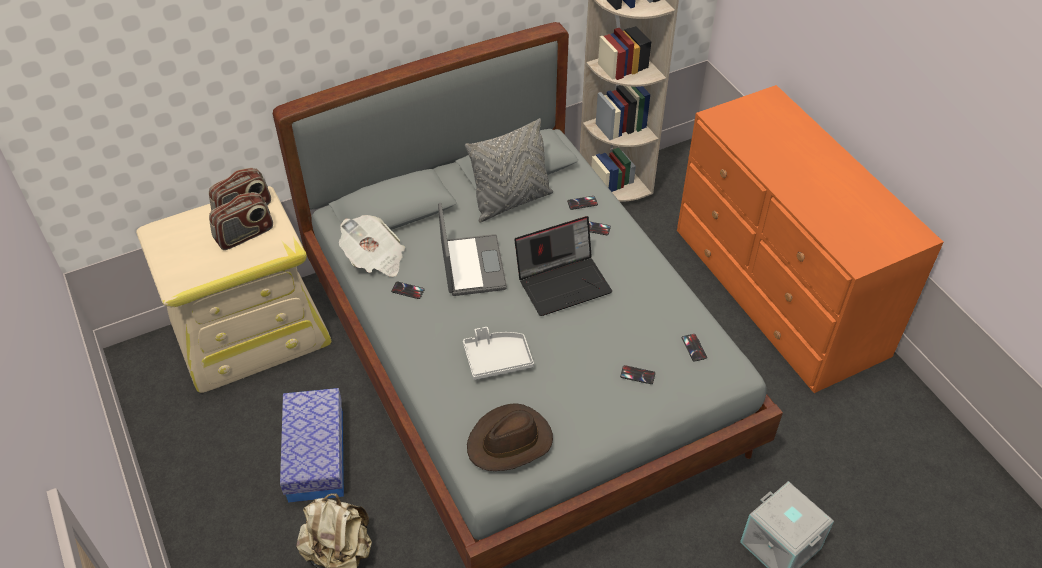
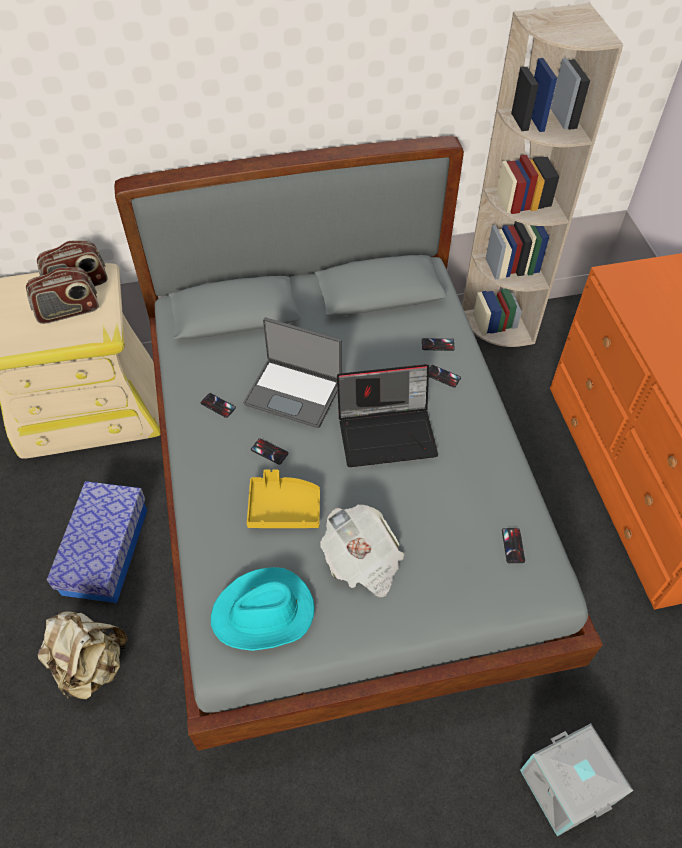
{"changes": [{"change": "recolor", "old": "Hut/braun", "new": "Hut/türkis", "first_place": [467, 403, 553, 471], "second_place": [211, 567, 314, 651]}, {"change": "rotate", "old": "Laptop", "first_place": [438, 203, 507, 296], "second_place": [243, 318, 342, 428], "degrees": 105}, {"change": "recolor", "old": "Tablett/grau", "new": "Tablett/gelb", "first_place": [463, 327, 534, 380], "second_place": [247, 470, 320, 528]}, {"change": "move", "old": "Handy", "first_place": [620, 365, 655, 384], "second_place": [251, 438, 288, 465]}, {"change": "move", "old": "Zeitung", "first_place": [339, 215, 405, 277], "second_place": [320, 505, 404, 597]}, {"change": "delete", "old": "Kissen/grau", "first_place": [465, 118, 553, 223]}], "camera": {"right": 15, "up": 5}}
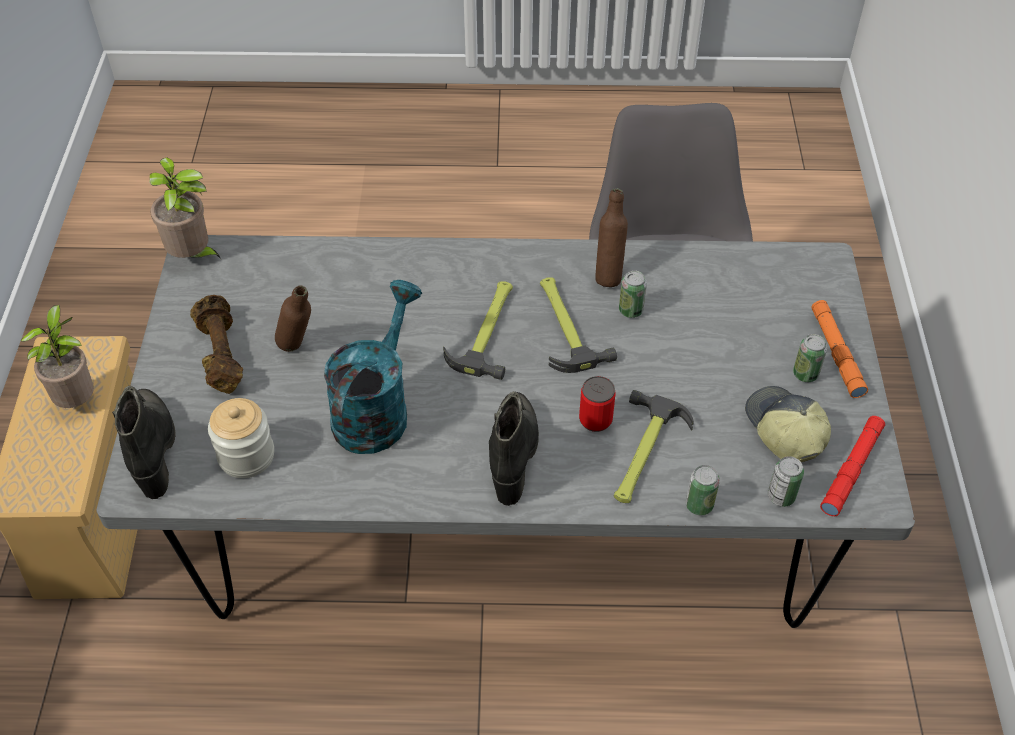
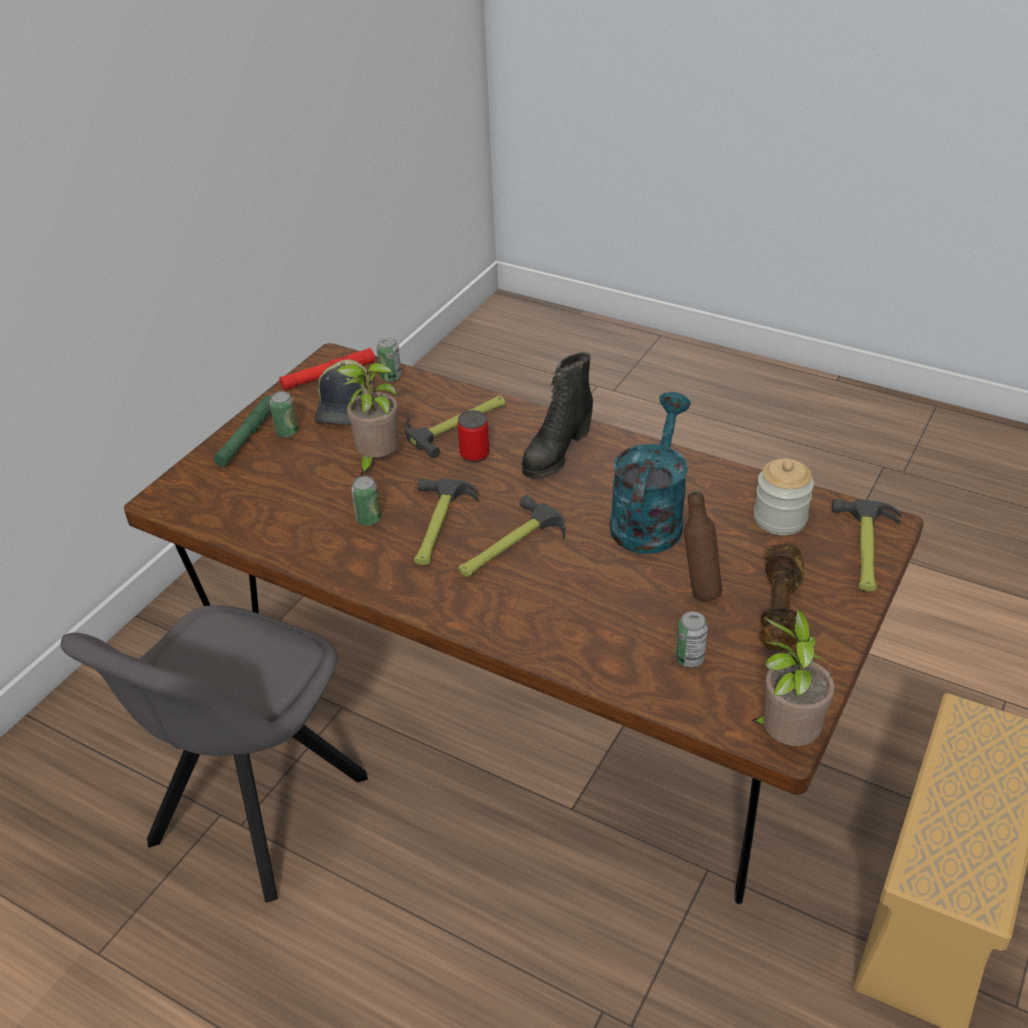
{"changes": [{"change": "recolor", "old": "Esstisch/grau", "new": "Esstisch/braun", "first_place": [97, 235, 915, 628], "second_place": [124, 343, 924, 904]}, {"change": "recolor", "old": "Taschenlampe/orange", "new": "Taschenlampe/grün", "first_place": [811, 300, 868, 398], "second_place": [213, 396, 271, 467]}, {"change": "move", "old": "Topfpflanze", "first_place": [20, 305, 94, 408], "second_place": [336, 363, 399, 477]}, {"change": "rotate", "old": "Gießkanne/türkis", "first_place": [324, 280, 422, 454], "second_place": [610, 392, 691, 554], "degrees": 150}, {"change": "move", "old": "Dose", "first_place": [686, 465, 720, 515], "second_place": [675, 612, 708, 667]}, {"change": "replace", "old": "Stiefel/schwarz", "new": "Hammer", "first_place": [112, 386, 175, 499], "second_place": [832, 499, 902, 592]}, {"change": "delete", "old": "Flasche/braun", "first_place": [595, 188, 628, 287]}], "camera": {"right": -150, "up": -10}}
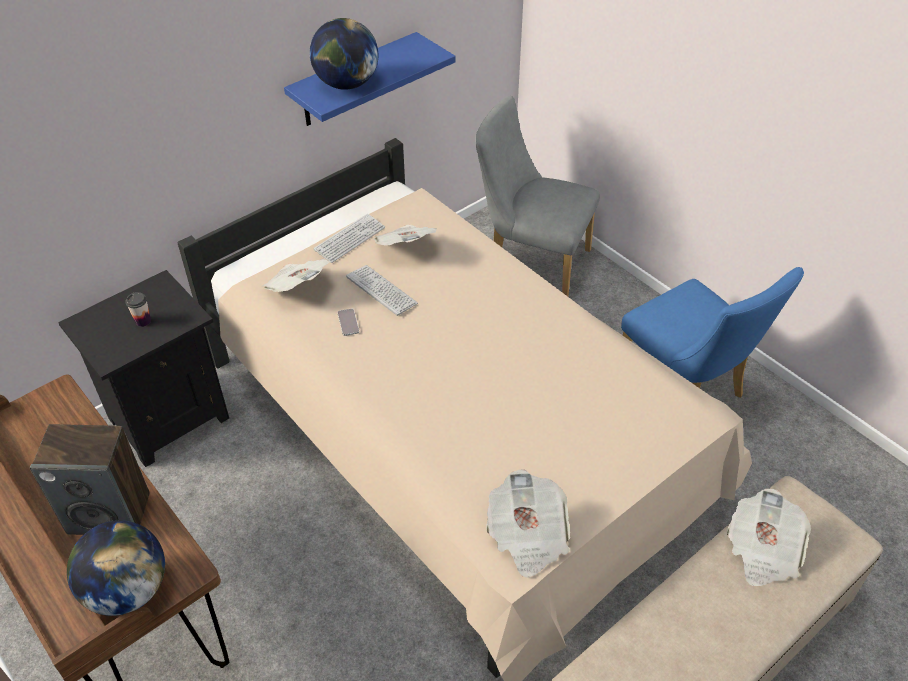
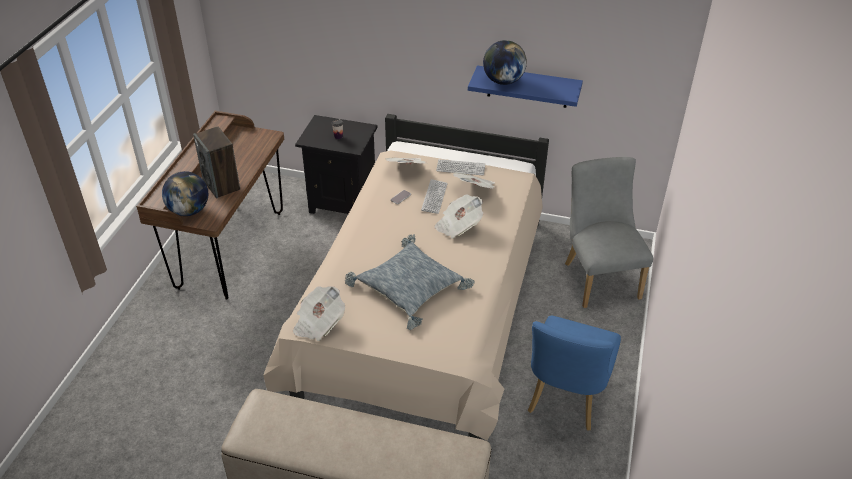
{"changes": [{"change": "insert", "new": "Kissen", "second_place": [345, 234, 475, 330]}, {"change": "move", "old": "Zeitung", "first_place": [727, 489, 811, 586], "second_place": [434, 194, 483, 239]}], "camera": {"right": 55, "up": -5}}
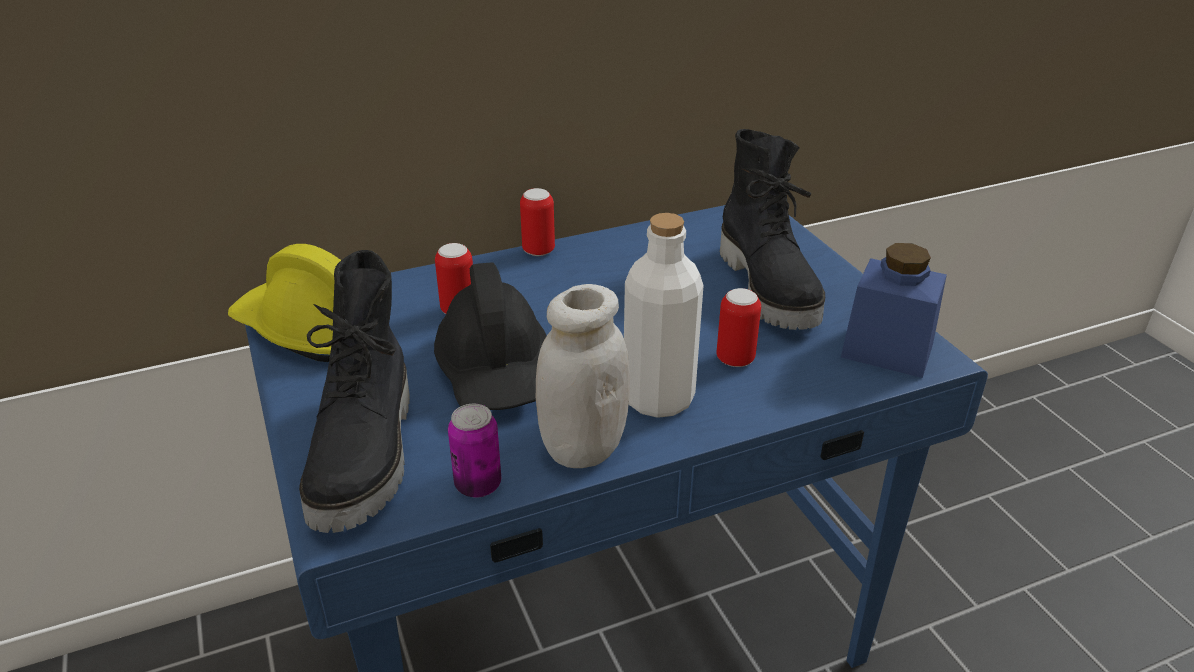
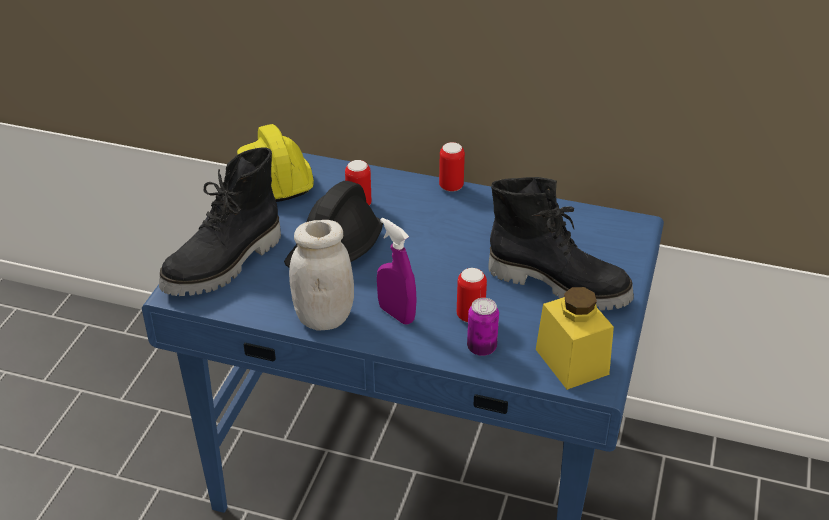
{"changes": [{"change": "replace", "old": "Flasche/weiß", "new": "Sprühflasche/lila", "first_place": [624, 213, 704, 418], "second_place": [377, 218, 417, 325]}, {"change": "move", "old": "Dose", "first_place": [448, 404, 501, 498], "second_place": [467, 298, 499, 356]}, {"change": "rotate", "old": "Stiefel/schwarz", "first_place": [720, 129, 825, 330], "second_place": [488, 177, 634, 311], "degrees": -90}, {"change": "recolor", "old": "Vorratsglas/blau", "new": "Vorratsglas/gelb", "first_place": [841, 243, 947, 378], "second_place": [536, 287, 614, 390]}], "camera": {"right": 40, "up": 5}}
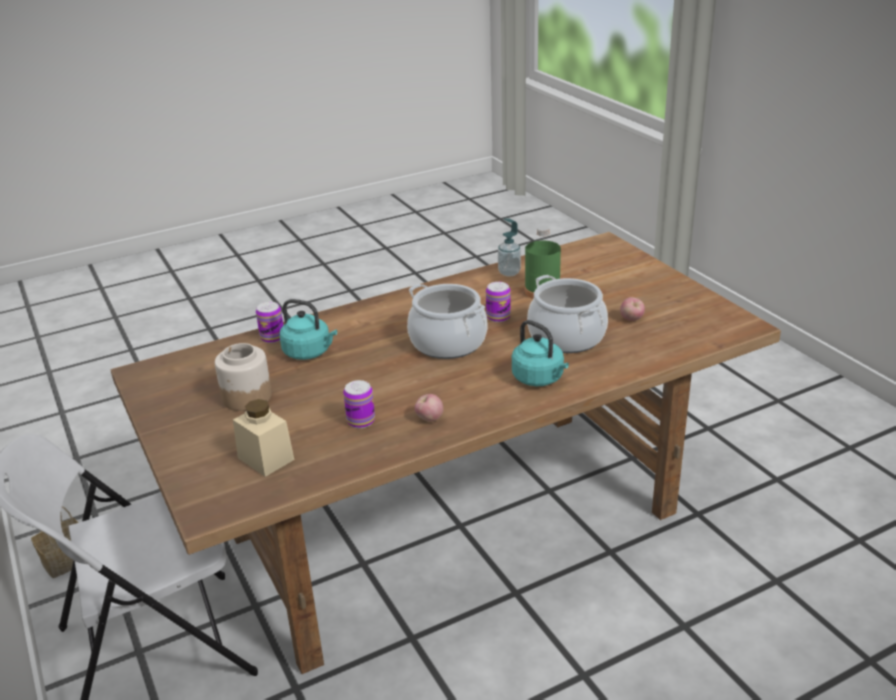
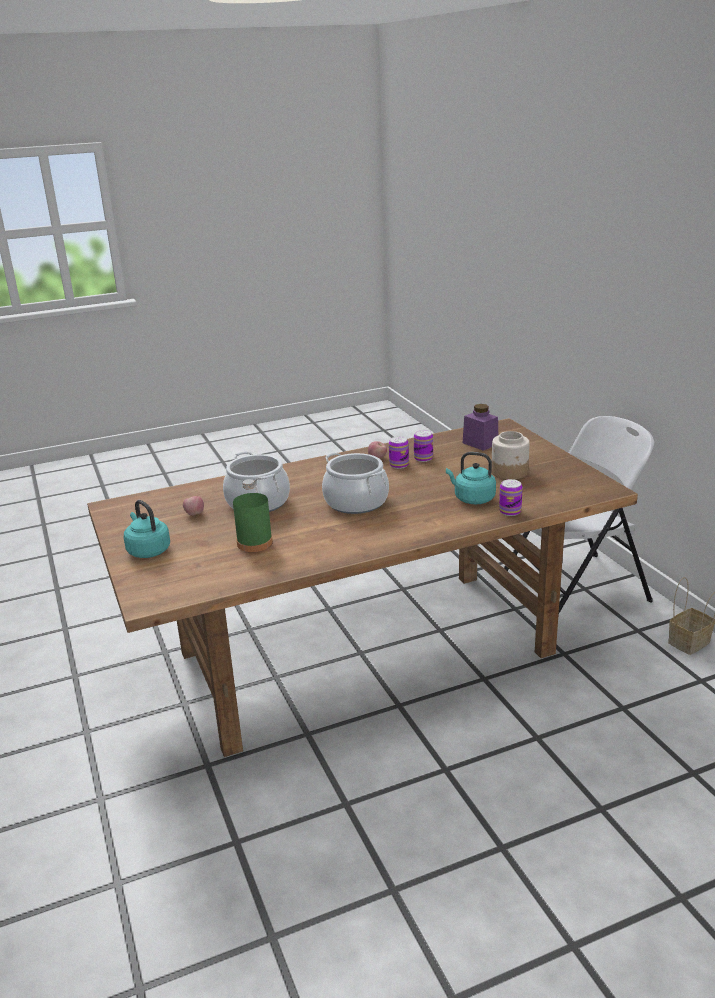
{"changes": [{"change": "move", "old": "Wasserkessel/türkis", "first_place": [512, 320, 569, 386], "second_place": [124, 500, 170, 558]}, {"change": "move", "old": "Dose", "first_place": [486, 282, 511, 322], "second_place": [389, 436, 409, 469]}, {"change": "recolor", "old": "Vorratsglas/beige", "new": "Vorratsglas/lila", "first_place": [233, 399, 295, 477], "second_place": [463, 404, 498, 451]}, {"change": "delete", "old": "Seifenspender", "first_place": [498, 218, 521, 276]}], "camera": {"right": -175, "up": -5}}
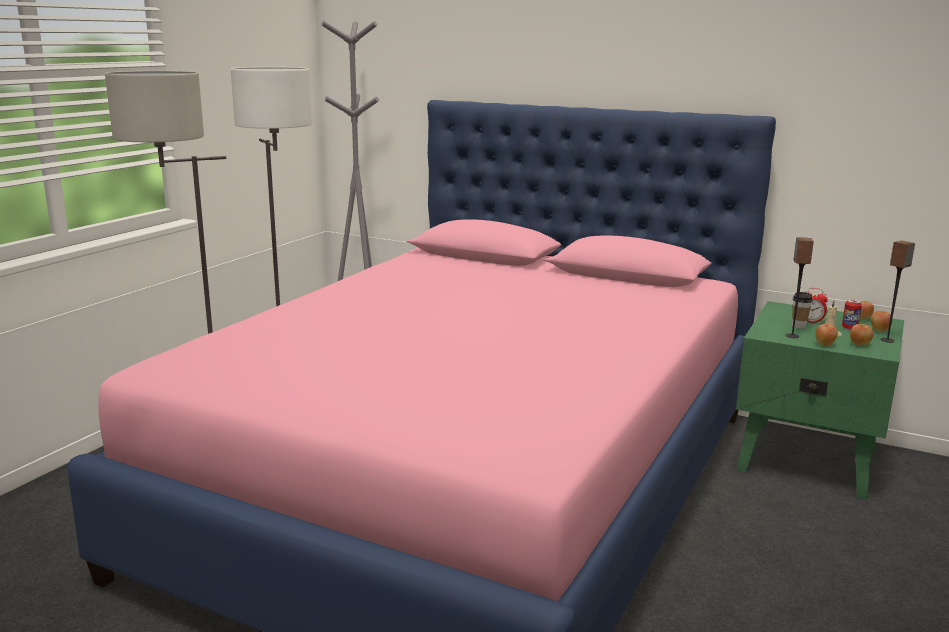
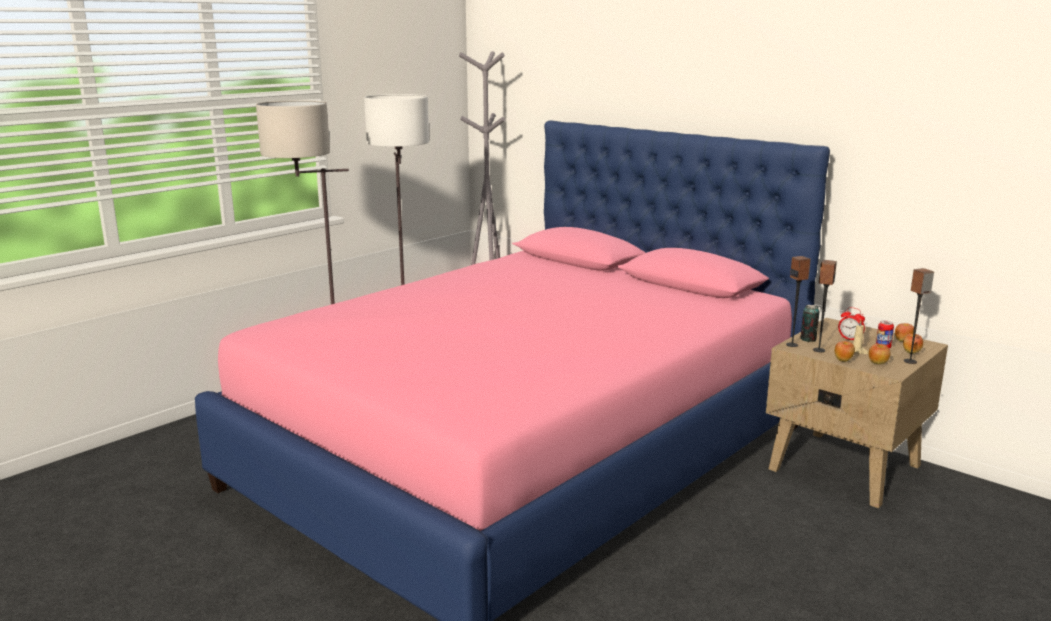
{"changes": [{"change": "recolor", "old": "Nachttisch/grün", "new": "Nachttisch/beige", "first_place": [736, 301, 904, 499], "second_place": [766, 318, 948, 508]}, {"change": "insert", "new": "Lautsprecher", "second_place": [786, 256, 811, 347]}, {"change": "insert", "new": "Dose", "second_place": [800, 305, 820, 342]}, {"change": "delete", "old": "Tasse", "first_place": [792, 292, 813, 329]}], "camera": {"right": 15, "up": 0}}
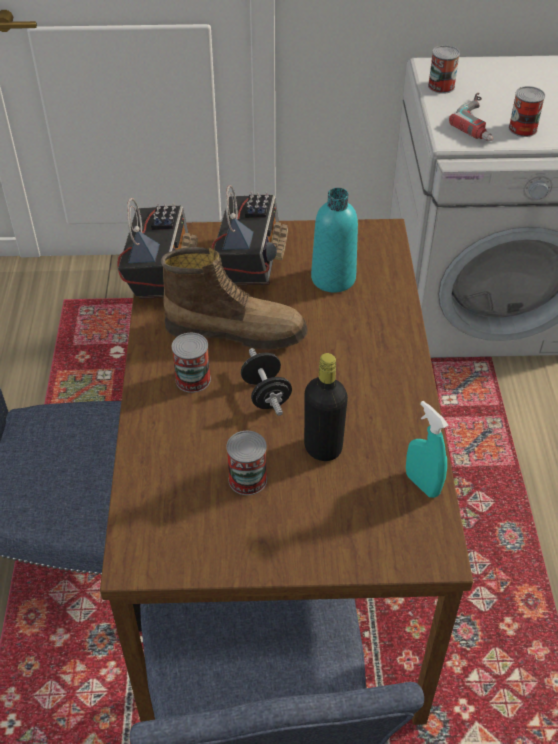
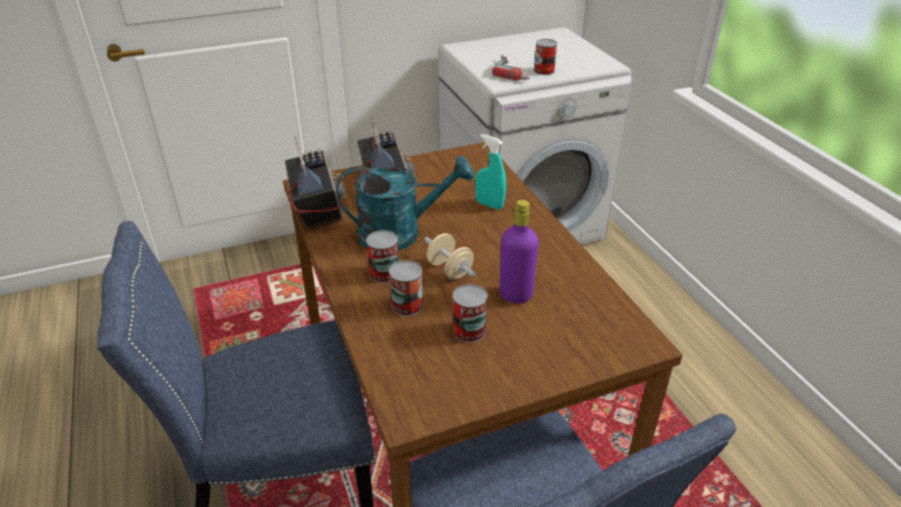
{"changes": [{"change": "replace", "old": "Stiefel", "new": "Gießkanne/türkis", "first_place": [161, 247, 308, 350], "second_place": [337, 156, 474, 251]}, {"change": "move", "old": "Dose", "first_place": [428, 45, 460, 94], "second_place": [389, 260, 424, 316]}, {"change": "recolor", "old": "Hantel/schwarz", "new": "Hantel/beige", "first_place": [241, 348, 292, 416], "second_place": [424, 233, 476, 279]}, {"change": "move", "old": "Sprühflasche/türkis", "first_place": [406, 401, 448, 498], "second_place": [475, 134, 506, 210]}, {"change": "recolor", "old": "Flasche/schwarz", "new": "Flasche/lila", "first_place": [304, 353, 348, 461], "second_place": [500, 200, 539, 304]}, {"change": "delete", "old": "Flasche/türkis", "first_place": [311, 188, 358, 293]}], "camera": {"right": -20, "up": -10}}
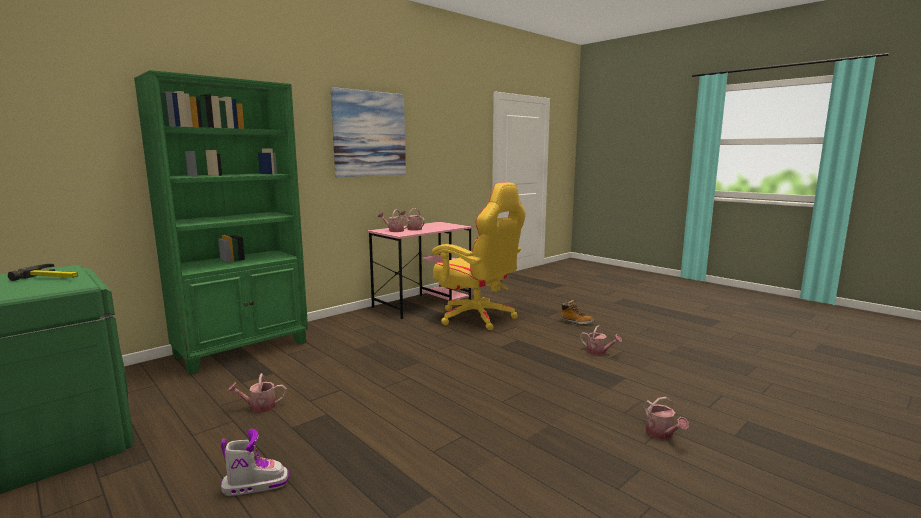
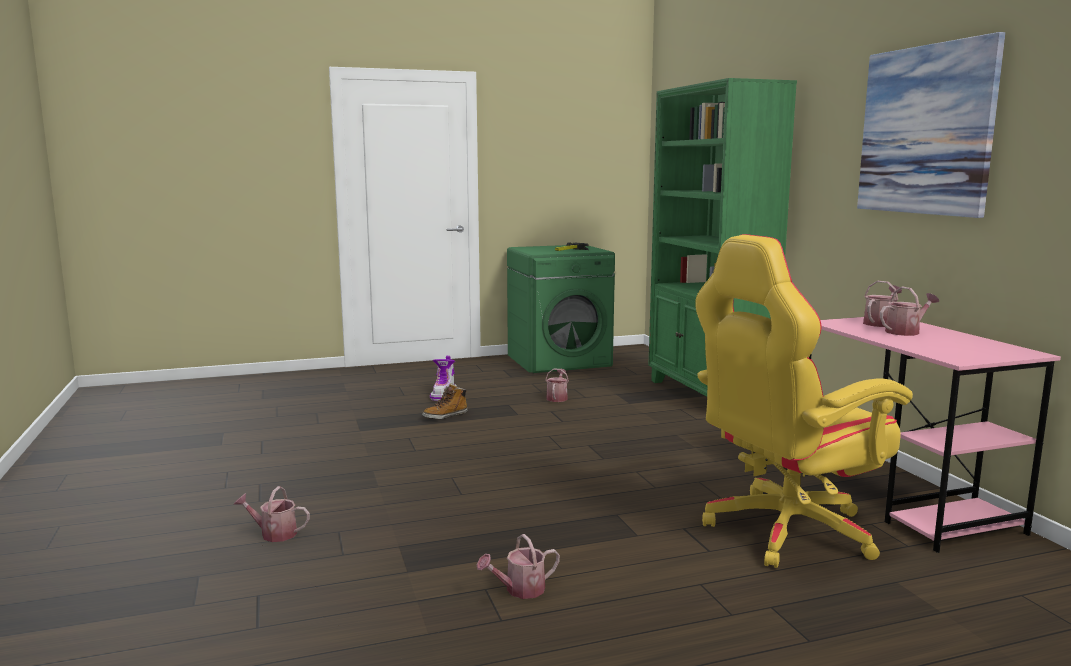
{"changes": [{"change": "move", "old": "Stiefel", "first_place": [560, 300, 594, 325], "second_place": [422, 383, 468, 420]}], "camera": {"right": 115, "up": 0}}
